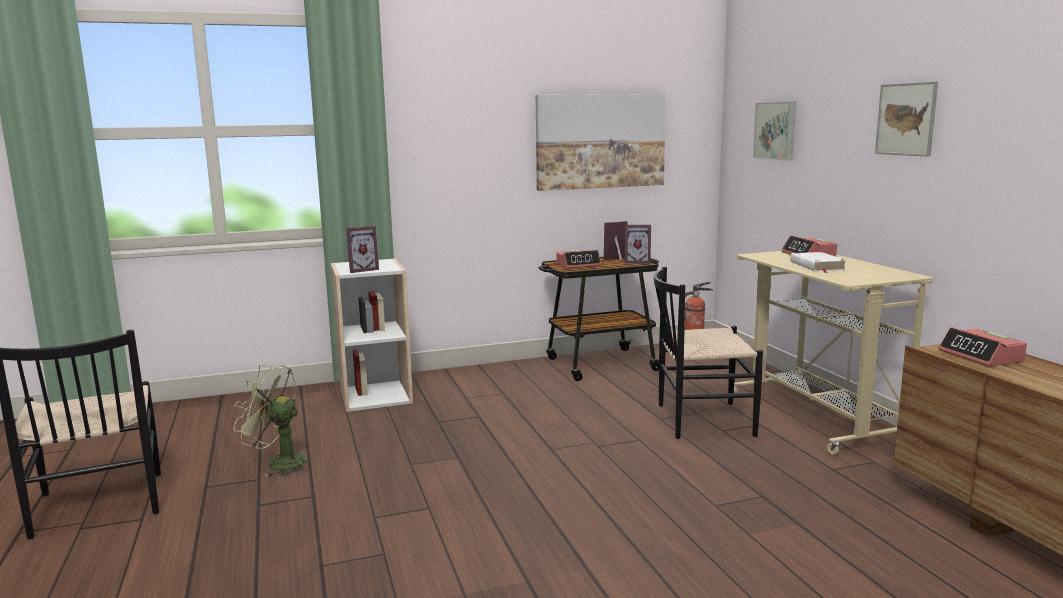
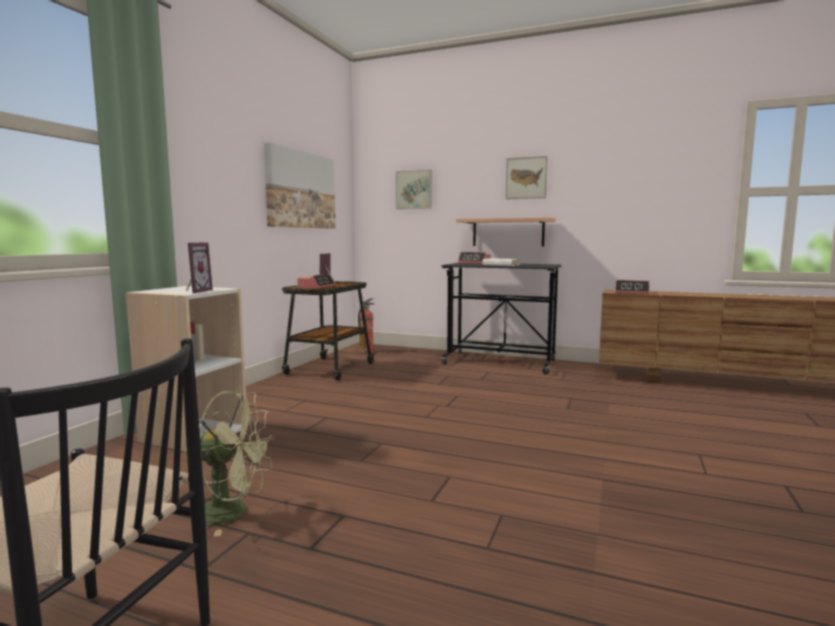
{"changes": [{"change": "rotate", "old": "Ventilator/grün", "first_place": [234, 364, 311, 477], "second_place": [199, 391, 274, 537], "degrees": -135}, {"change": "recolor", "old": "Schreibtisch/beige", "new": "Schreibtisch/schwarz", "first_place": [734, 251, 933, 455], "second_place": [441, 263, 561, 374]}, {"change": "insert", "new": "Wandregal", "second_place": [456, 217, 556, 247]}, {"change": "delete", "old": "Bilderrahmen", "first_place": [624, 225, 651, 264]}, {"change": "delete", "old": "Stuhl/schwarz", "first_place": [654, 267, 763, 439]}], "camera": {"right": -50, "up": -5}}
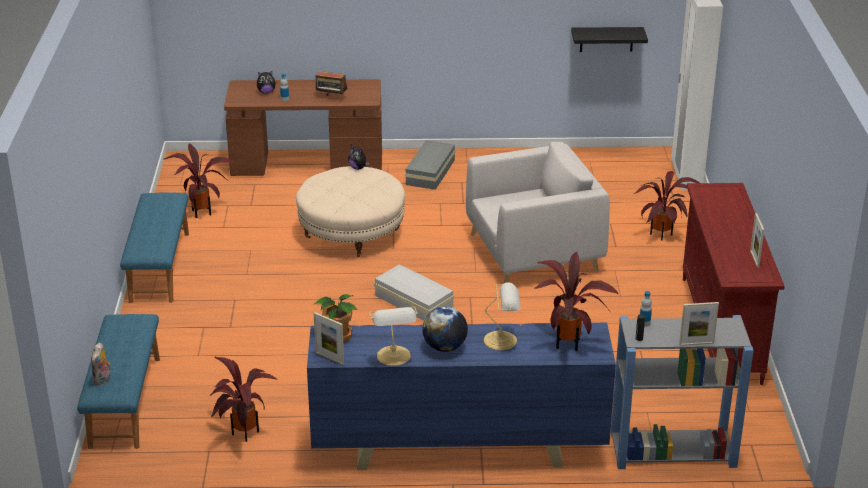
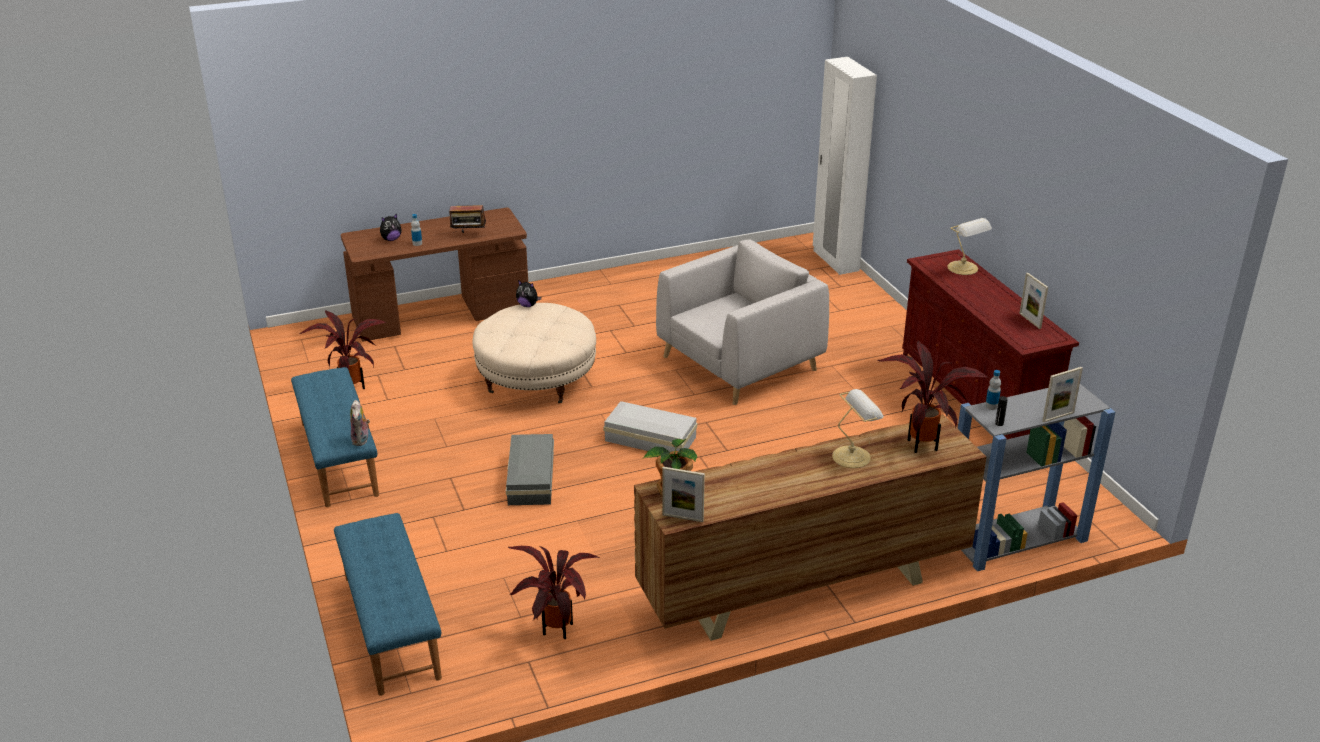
{"changes": [{"change": "move", "old": "Plüschtier", "first_place": [91, 342, 111, 385], "second_place": [350, 400, 370, 446]}, {"change": "move", "old": "Aufbewahrungsbox/grau", "first_place": [405, 141, 456, 190], "second_place": [506, 434, 554, 505]}, {"change": "recolor", "old": "Schrank/blau", "new": "Schrank/braun", "first_place": [307, 323, 616, 470], "second_place": [634, 414, 987, 641]}, {"change": "move", "old": "Tischlampe", "first_place": [369, 307, 418, 366], "second_place": [947, 218, 992, 275]}, {"change": "delete", "old": "Globus", "first_place": [422, 306, 468, 352]}, {"change": "delete", "old": "Wandregal/schwarz", "first_place": [571, 27, 648, 52]}, {"change": "delete", "old": "Topfpflanze", "first_place": [634, 171, 700, 241]}], "camera": {"right": -20, "up": 0}}
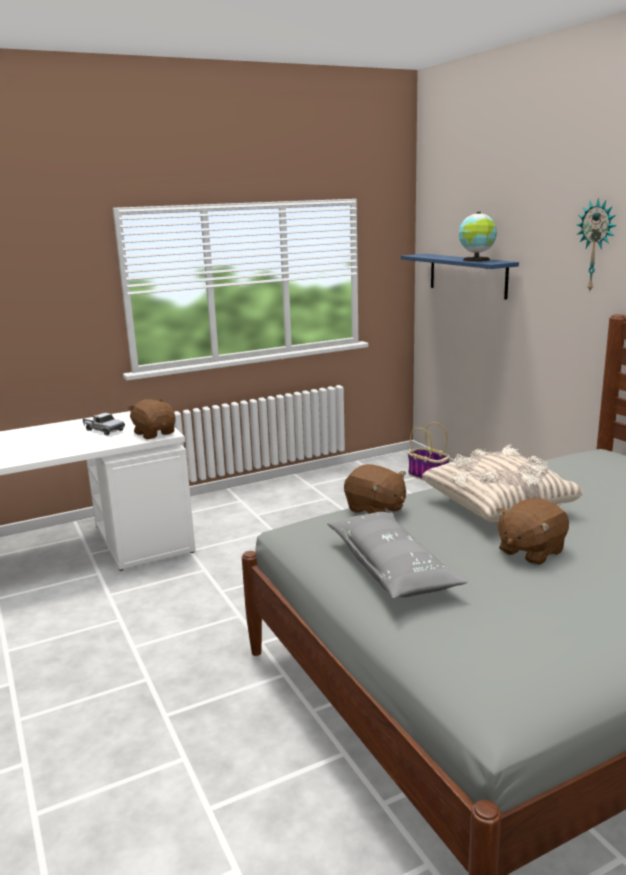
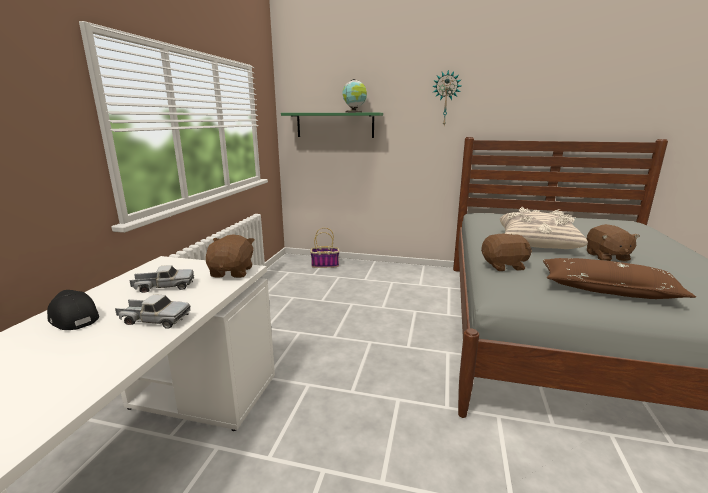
{"changes": [{"change": "insert", "new": "Kappe/schwarz", "second_place": [47, 290, 99, 330]}, {"change": "insert", "new": "Spielzeuglaster", "second_place": [115, 295, 191, 329]}, {"change": "rotate", "old": "Plüschtier/braun", "first_place": [127, 399, 175, 439], "second_place": [206, 235, 255, 278], "degrees": 90}, {"change": "recolor", "old": "Wandregal/blau", "new": "Wandregal/grün", "first_place": [401, 254, 519, 300], "second_place": [281, 113, 383, 138]}, {"change": "recolor", "old": "Kissen/grau", "new": "Kissen/braun", "first_place": [327, 512, 467, 599], "second_place": [543, 258, 696, 299]}], "camera": {"right": -50, "up": 0}}
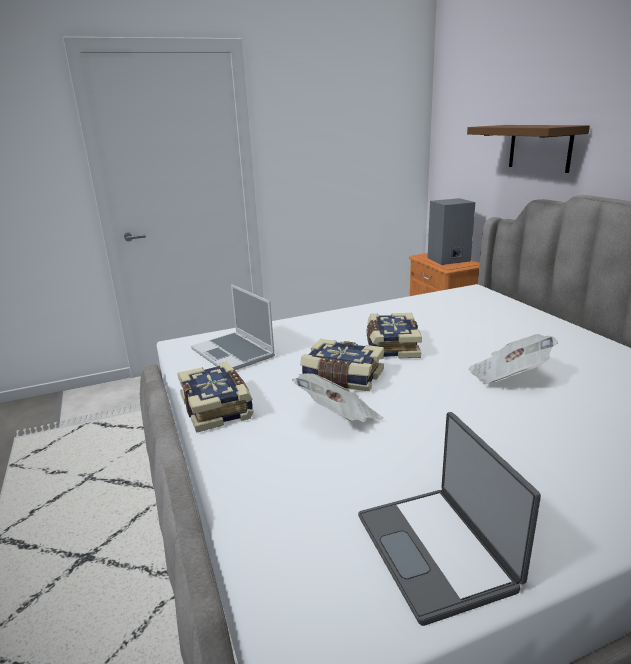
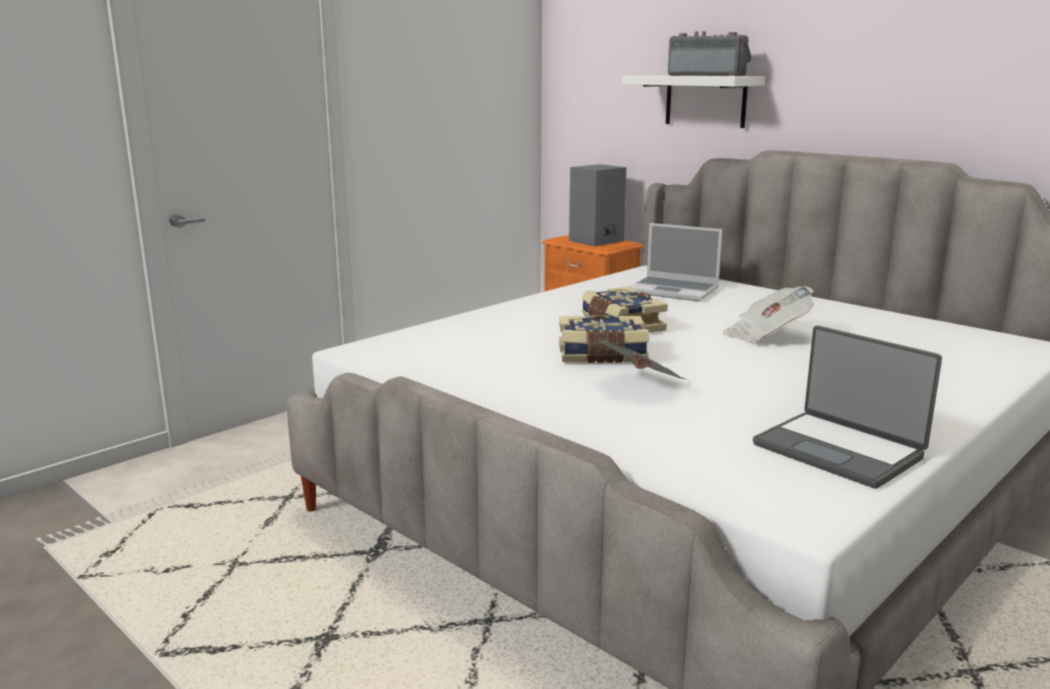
{"changes": [{"change": "recolor", "old": "Wandregal/braun", "new": "Wandregal/weiß", "first_place": [467, 125, 590, 173], "second_place": [622, 76, 765, 128]}, {"change": "move", "old": "Laptop", "first_place": [191, 284, 275, 370], "second_place": [629, 223, 722, 302]}, {"change": "insert", "new": "Radio", "second_place": [668, 31, 752, 76]}, {"change": "delete", "old": "Buch", "first_place": [177, 362, 254, 433]}], "camera": {"right": -25, "up": -5}}
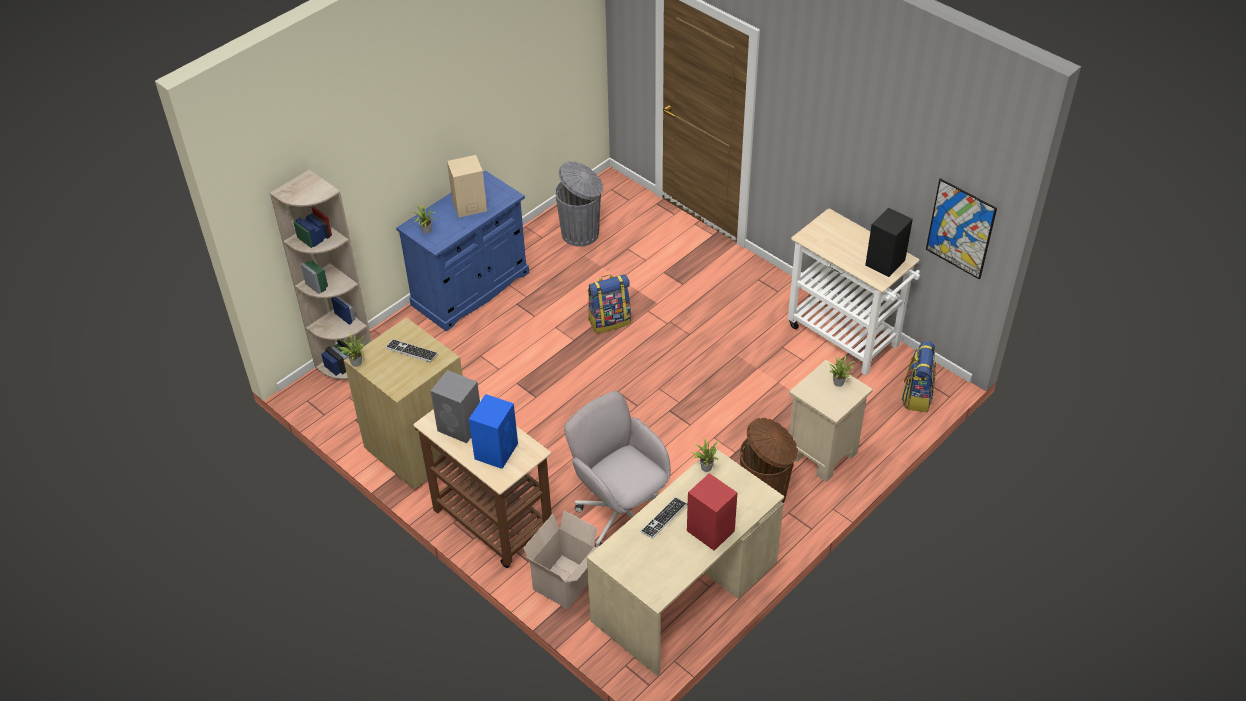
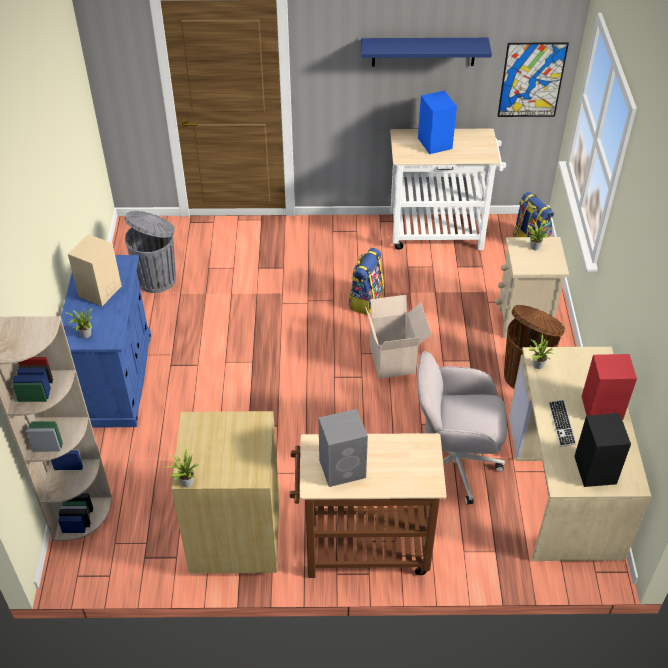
{"changes": [{"change": "move", "old": "Rucksack", "first_place": [588, 274, 631, 333], "second_place": [349, 248, 384, 315]}, {"change": "insert", "new": "Wandregal/blau", "second_place": [361, 38, 492, 66]}, {"change": "move", "old": "Karton", "first_place": [523, 510, 599, 609], "second_place": [365, 295, 432, 379]}, {"change": "move", "old": "Lautsprecher/blau", "first_place": [469, 394, 518, 469], "second_place": [418, 90, 457, 154]}, {"change": "move", "old": "Lautsprecher/schwarz", "first_place": [865, 208, 913, 277], "second_place": [574, 413, 631, 487]}, {"change": "delete", "old": "Tastatur", "first_place": [385, 339, 438, 362]}], "camera": {"right": -45, "up": 0}}
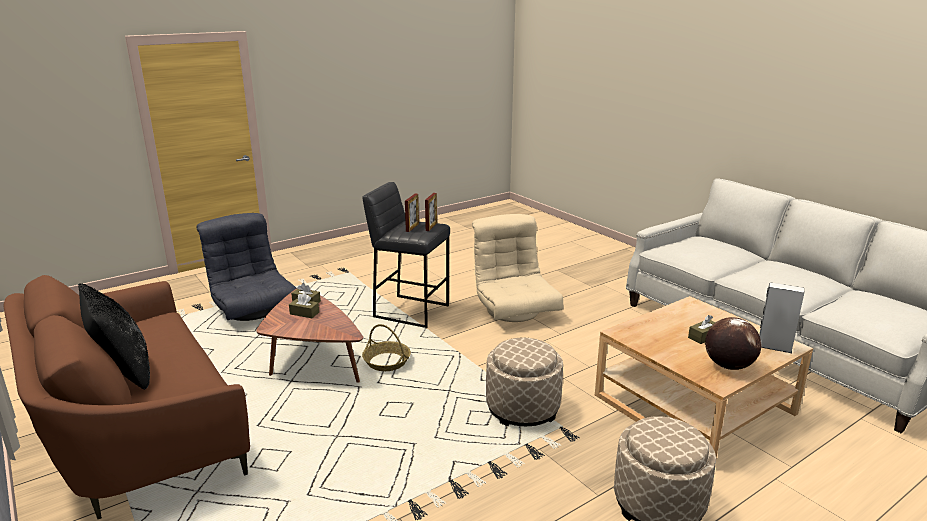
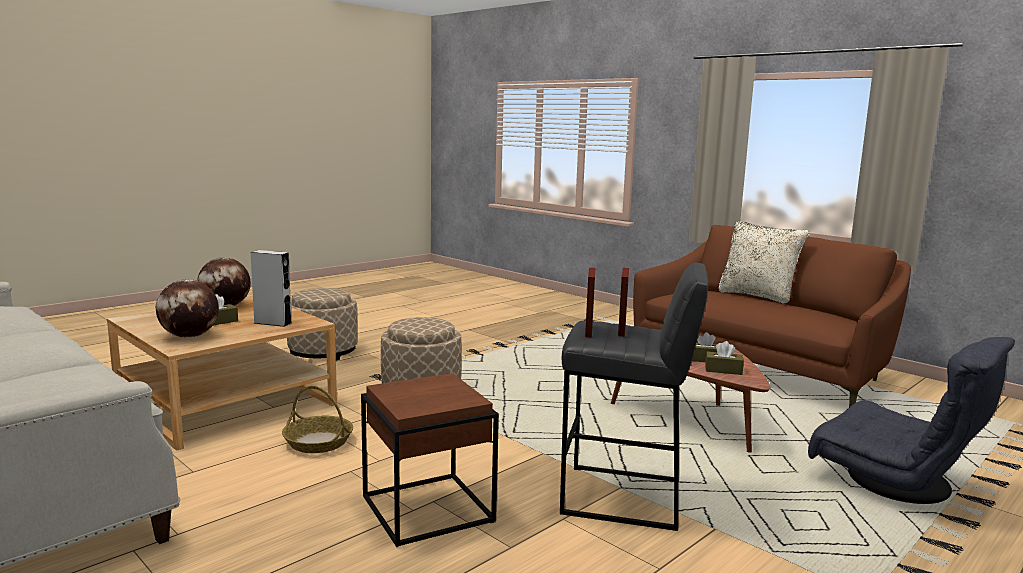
{"changes": [{"change": "insert", "new": "Globus", "second_place": [156, 279, 219, 338]}, {"change": "move", "old": "Lautsprecher/grau", "first_place": [759, 282, 804, 353], "second_place": [251, 250, 292, 327]}, {"change": "move", "old": "Korb", "first_place": [362, 324, 411, 371], "second_place": [282, 386, 353, 453]}, {"change": "replace", "old": "Sessel/beige", "new": "Beistelltisch/braun", "first_place": [472, 214, 564, 322], "second_place": [361, 373, 499, 547]}, {"change": "recolor", "old": "Kissen/schwarz", "new": "Kissen/beige", "first_place": [78, 283, 150, 390], "second_place": [719, 221, 810, 304]}], "camera": {"right": 170, "up": -10}}
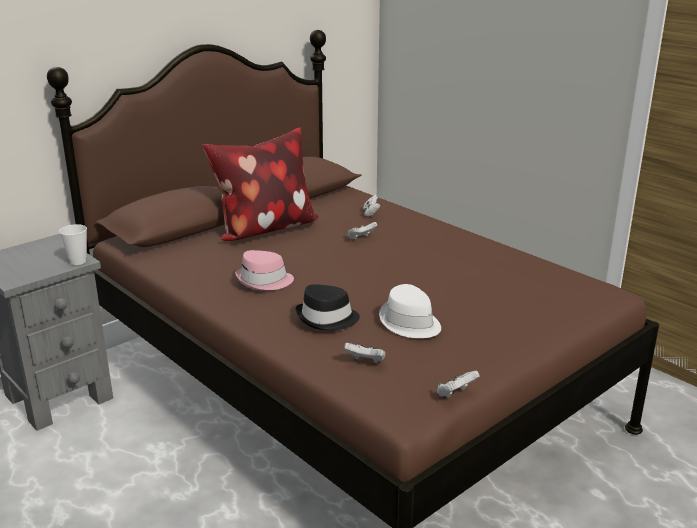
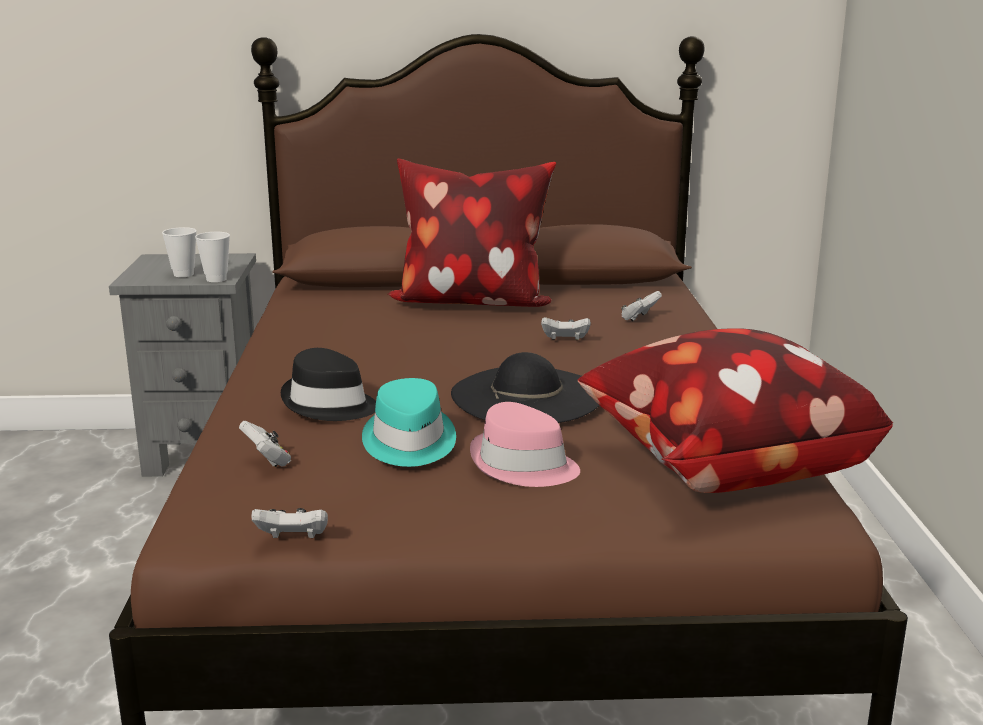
{"changes": [{"change": "insert", "new": "Tasse", "second_place": [162, 227, 197, 277]}, {"change": "recolor", "old": "Hut/weiß", "new": "Hut/türkis", "first_place": [379, 284, 441, 338], "second_place": [362, 378, 456, 467]}, {"change": "insert", "new": "Hut/schwarz", "second_place": [451, 352, 600, 423]}, {"change": "move", "old": "Hut/rosa", "first_place": [235, 250, 294, 290], "second_place": [470, 402, 580, 487]}, {"change": "insert", "new": "Kissen", "second_place": [578, 328, 893, 493]}], "camera": {"right": 40, "up": -5}}
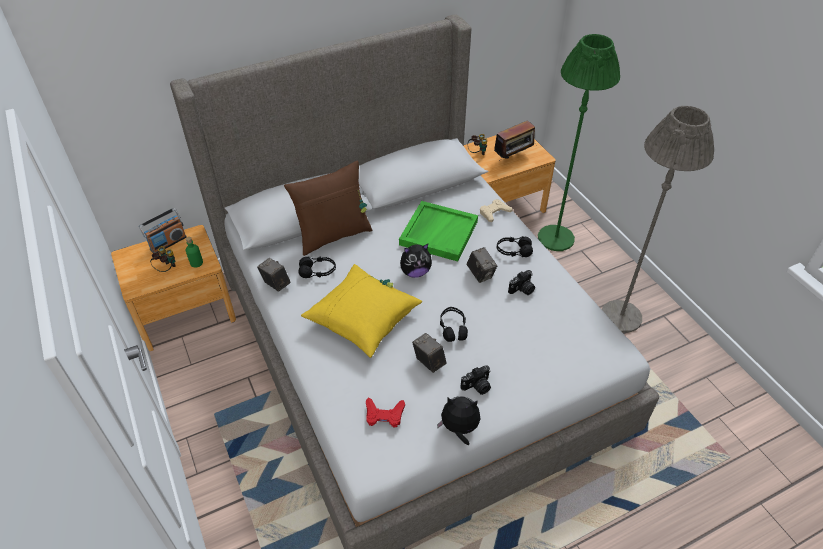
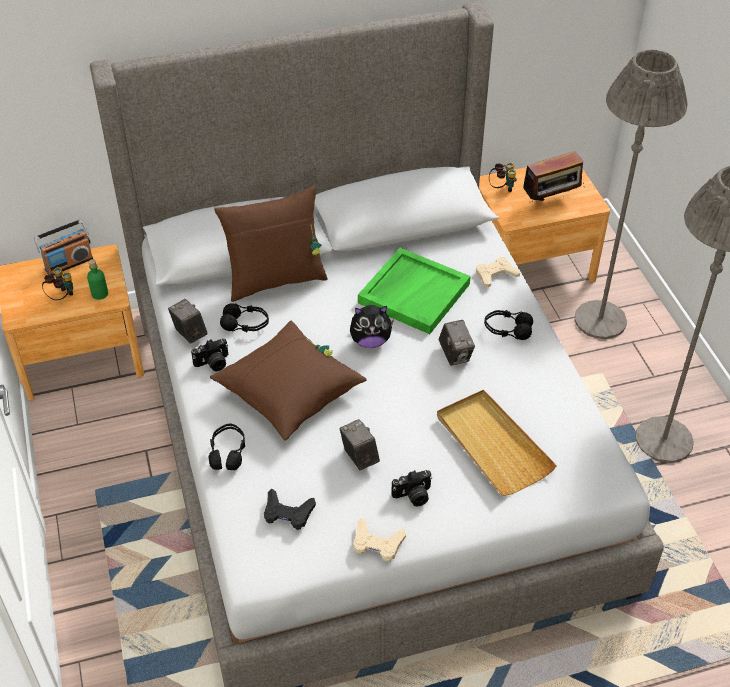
{"changes": [{"change": "move", "old": "Kamera", "first_place": [508, 270, 535, 295], "second_place": [191, 339, 228, 371]}, {"change": "move", "old": "Kopfhörer/schwarz", "first_place": [440, 307, 468, 342], "second_place": [208, 423, 245, 470]}, {"change": "recolor", "old": "Kissen/gelb", "new": "Kissen/braun", "first_place": [301, 264, 422, 358], "second_place": [210, 320, 367, 441]}, {"change": "recolor", "old": "Gamepad/rot", "new": "Gamepad/schwarz", "first_place": [366, 398, 405, 428], "second_place": [264, 489, 316, 530]}, {"change": "replace", "old": "Plüschtier", "new": "Gamepad/beige", "first_place": [437, 396, 480, 445], "second_place": [353, 518, 406, 562]}, {"change": "insert", "new": "Tablett/beige", "second_place": [437, 390, 557, 496]}, {"change": "recolor", "old": "Stehlampe/grün", "new": "Stehlampe/grau", "first_place": [538, 34, 620, 251], "second_place": [575, 50, 687, 339]}], "camera": {"right": 10, "up": 0}}
